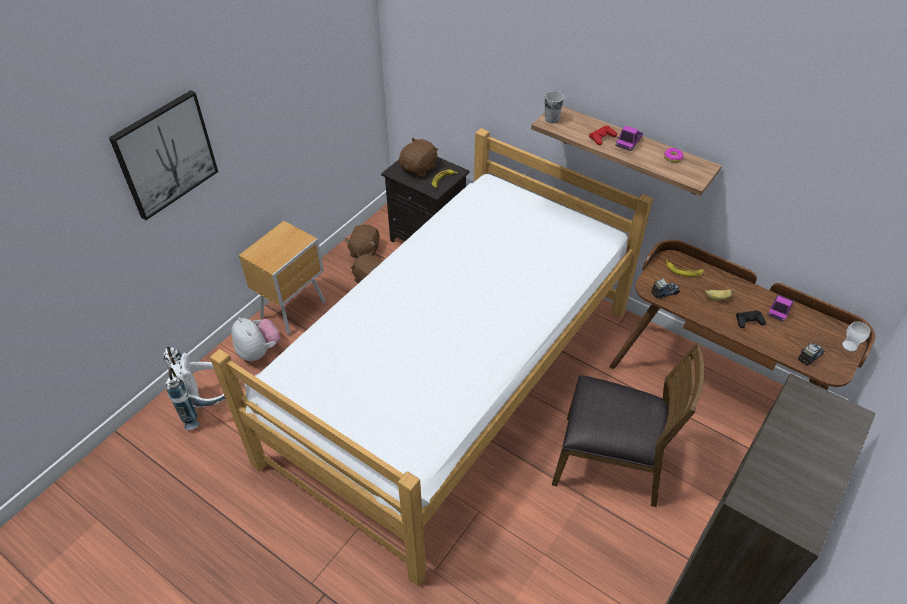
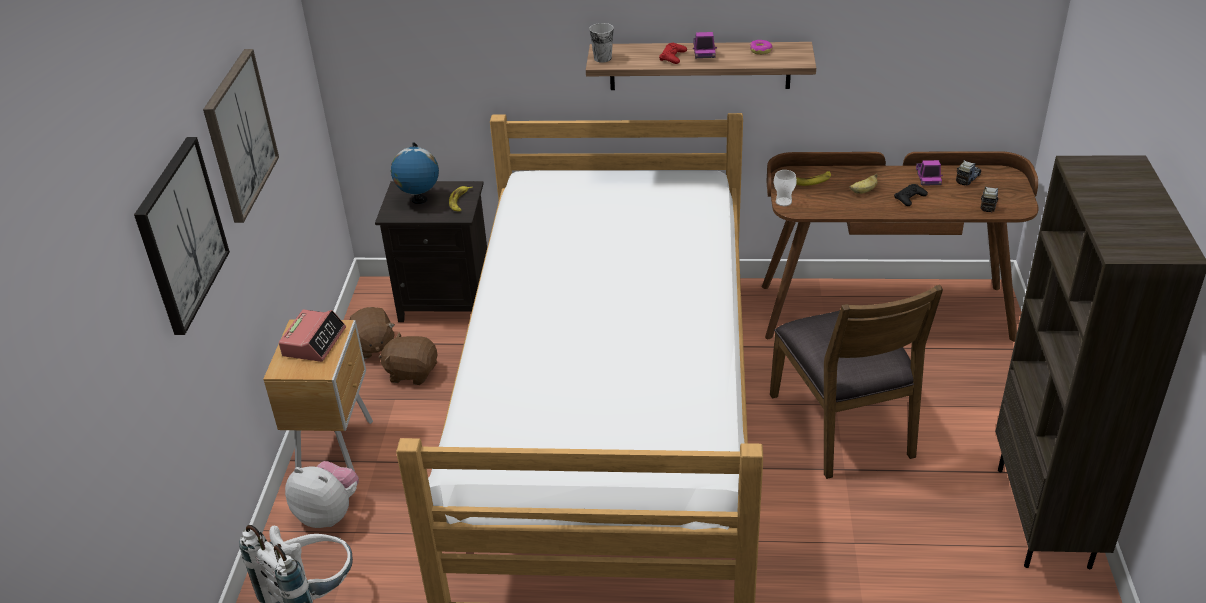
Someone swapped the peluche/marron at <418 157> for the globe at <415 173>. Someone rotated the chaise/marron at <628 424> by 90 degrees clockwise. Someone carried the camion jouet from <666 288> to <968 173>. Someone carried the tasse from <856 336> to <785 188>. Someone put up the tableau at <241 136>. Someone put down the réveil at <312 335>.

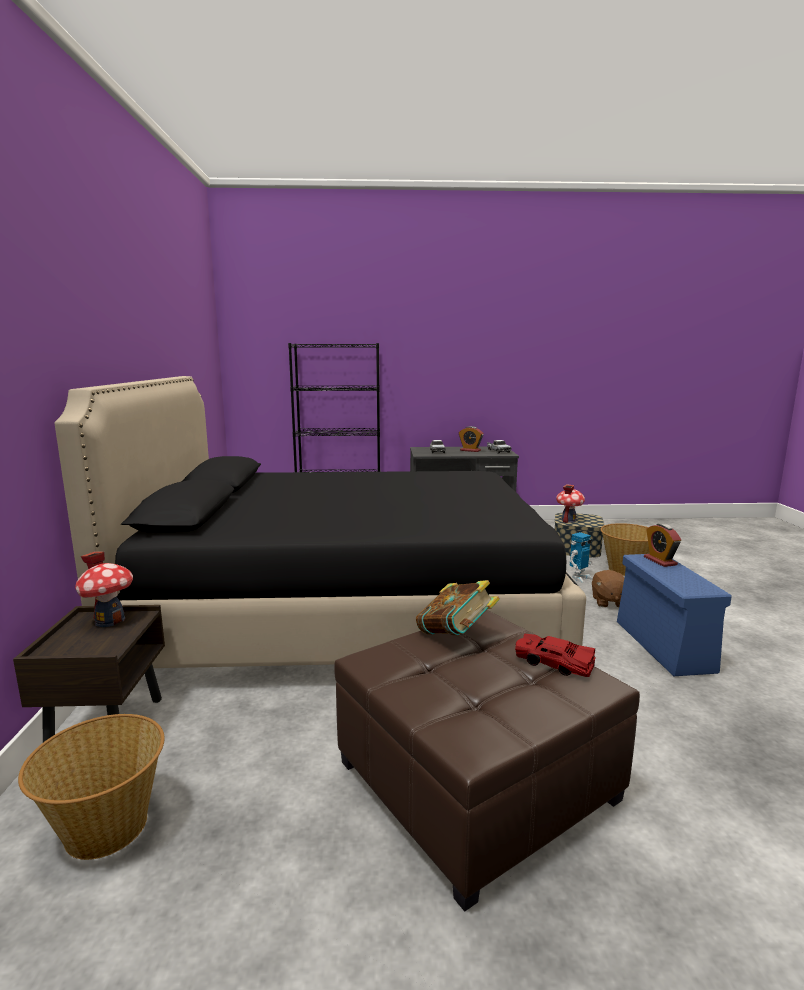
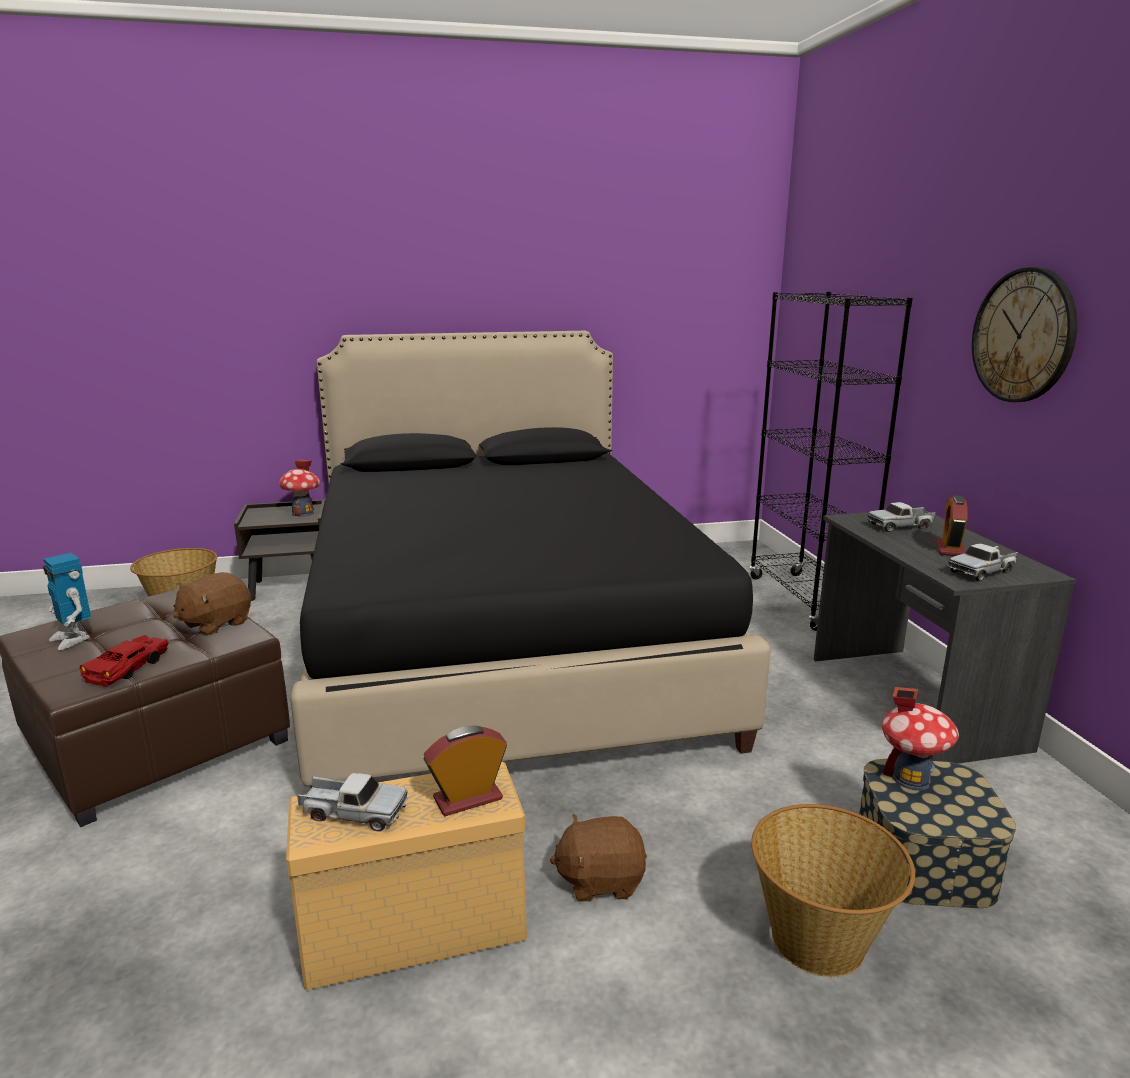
Someone swapped the livre at <458 607> for the peluche/marron at <212 604>. Someone carried the robot jouet from <581 557> to <67 601>. Someone repainted the boîte de rangement/bleu at <674 615>, which became the boîte de rangement/beige at <406 876>. Someone put down the camion jouet at <352 802>. Someone put up the horloge murale at <1024 334>.

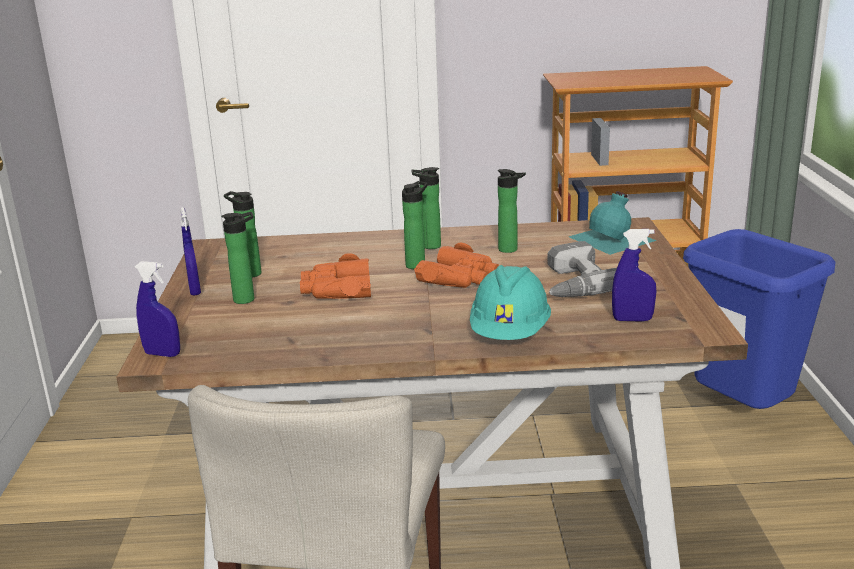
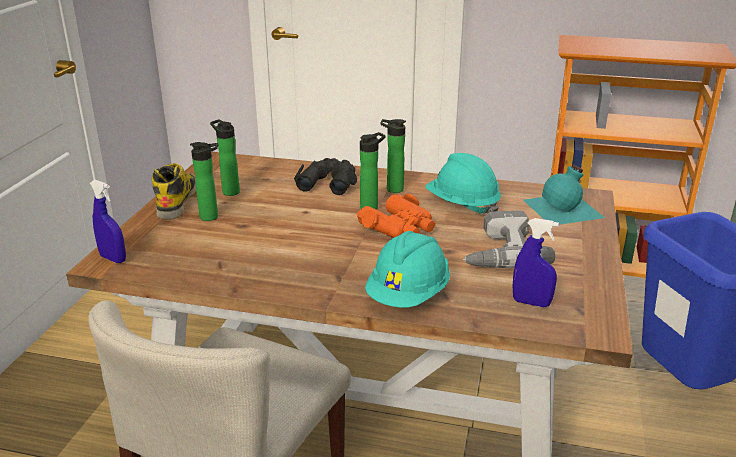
Someone swapped the vaporisateur/bleu at <190 251> for the botte at <174 191>. Someone took away the jumelles/orange at <335 276>. Someone swapped the bouteille at <512 211> for the casque de chantier/turquoise at <463 183>. Someone put down the jumelles/noir at <325 176>.

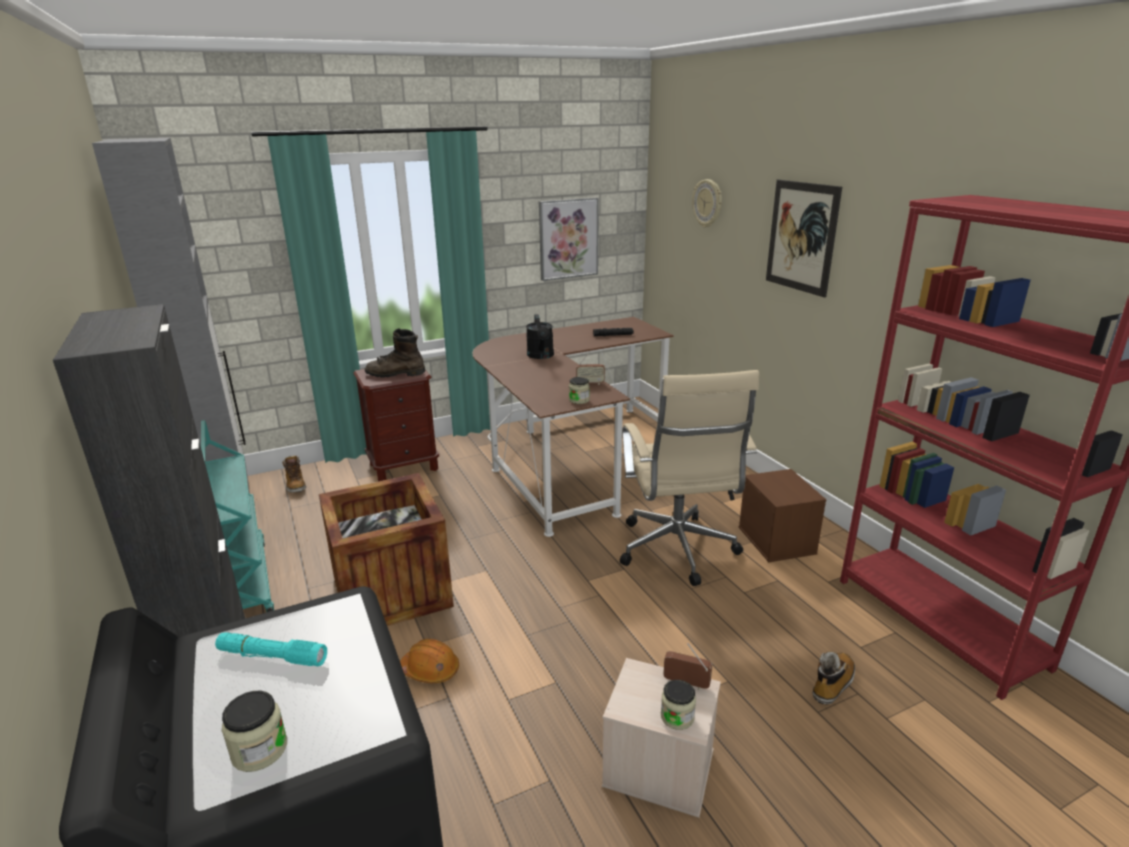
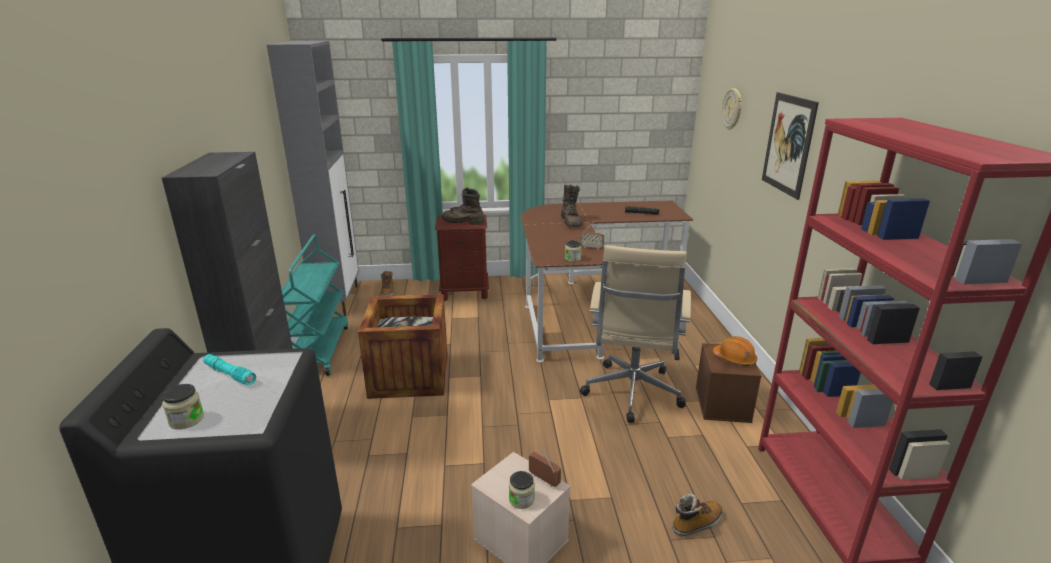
Someone carried the casque de chantier/orange from <429 661> to <735 351>. Someone swapped the arrosoir/noir at <540 336> for the botte/marron at <571 205>. Someone took away the tableau at <569 239>.

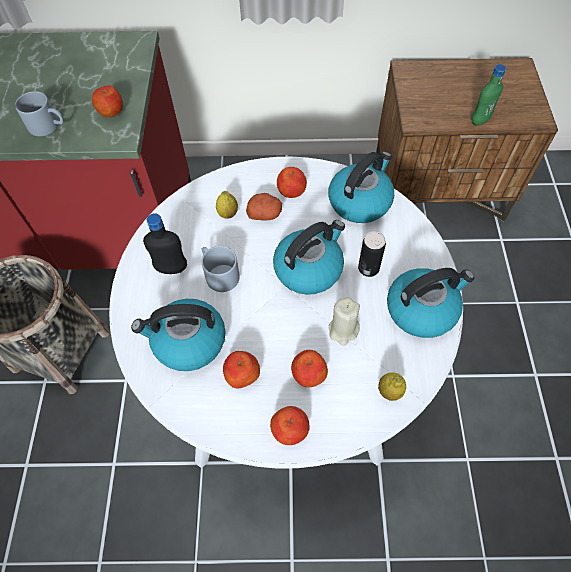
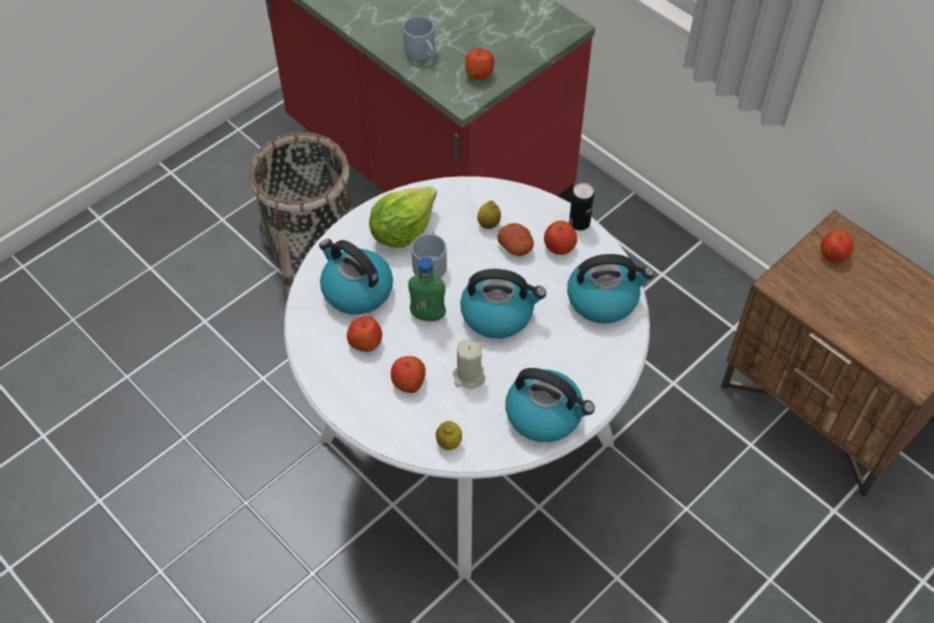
Someone swapped the bouteille/noir at <165 243> for the laitue at <403 216>. Someone carried the pomme from <290 425> to <837 246>. Someone carried the boîte métallique from <372 254> to <581 207>. Someone carried the bouteille/vert from <488 95> to <427 289>.

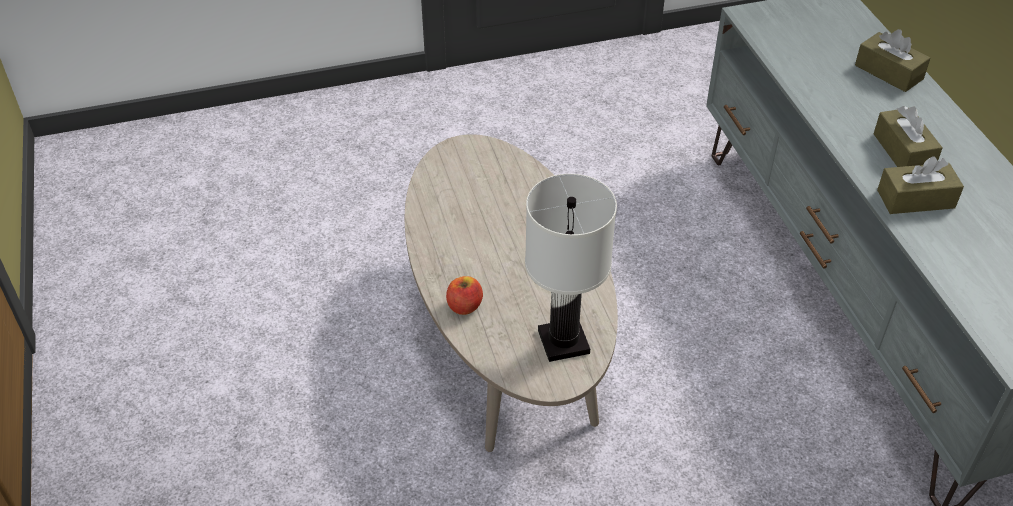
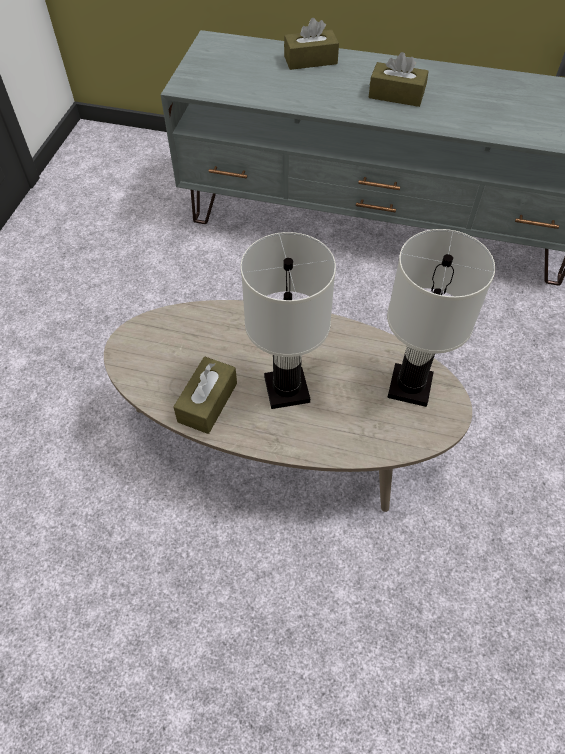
Someone took away the pomme at <464 295>. Someone carried the boîte à mouchoirs/marron from <920 185> to <205 395>. Someone put down the lampe de table/blanc at <288 320>.

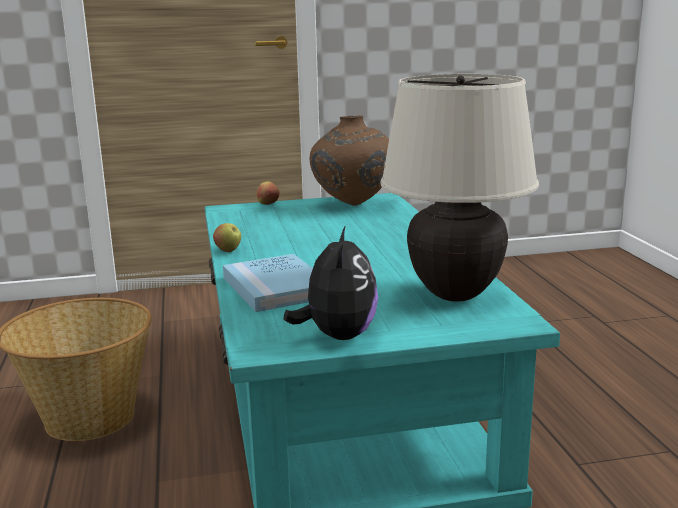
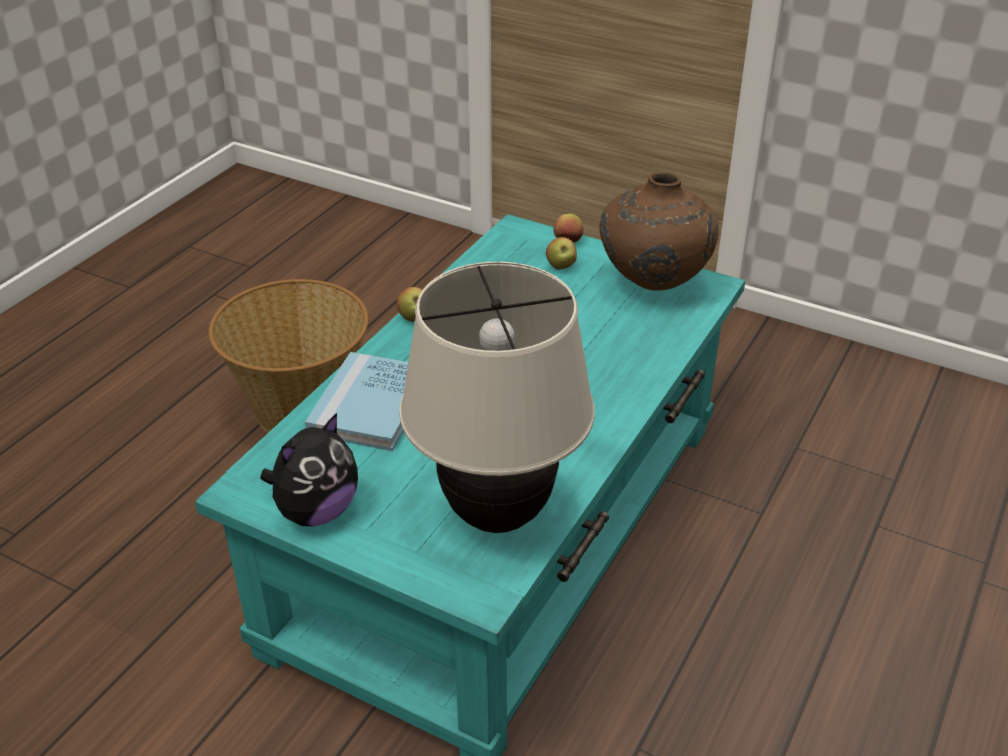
Someone put down the pomme at <561 253>.

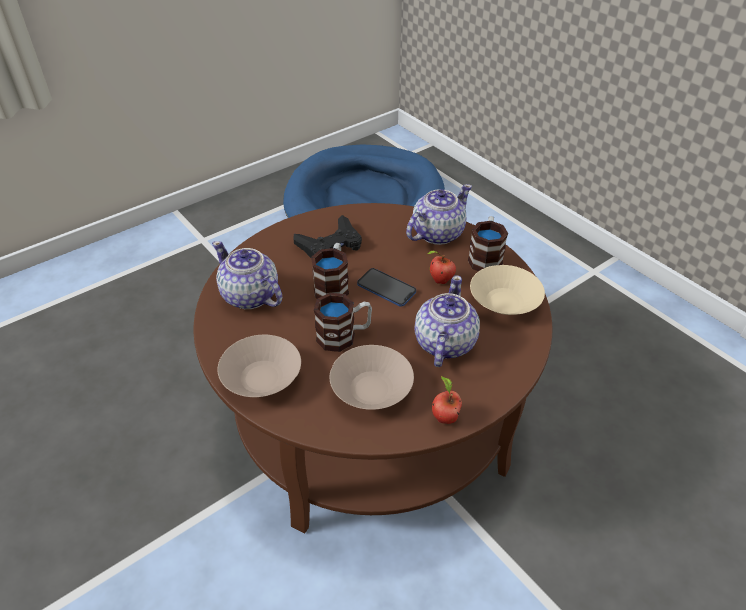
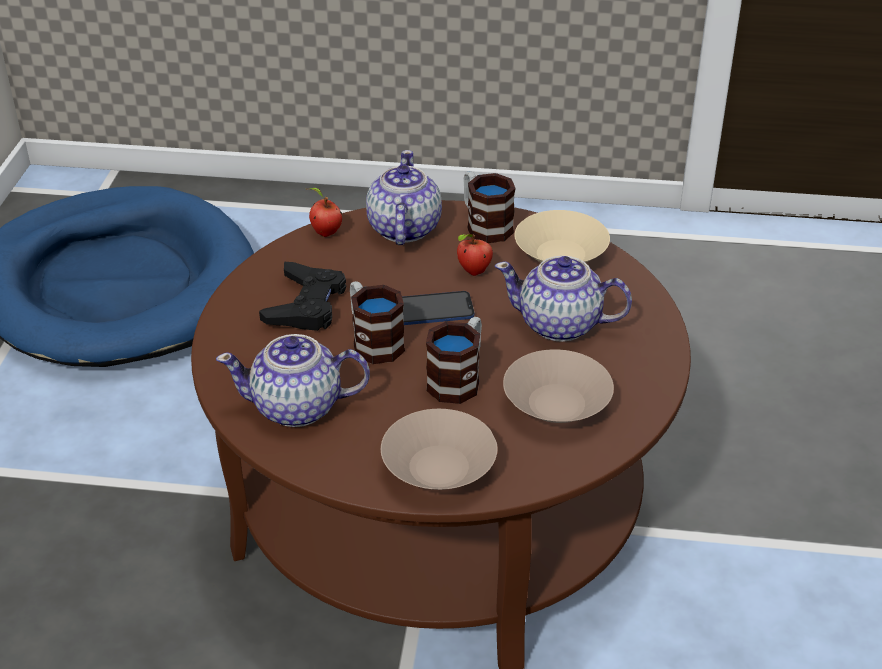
Someone rotated the théière at <447 321> by 45 degrees counterclockwise. Someone carried the pomme from <447 400> to <325 212>.

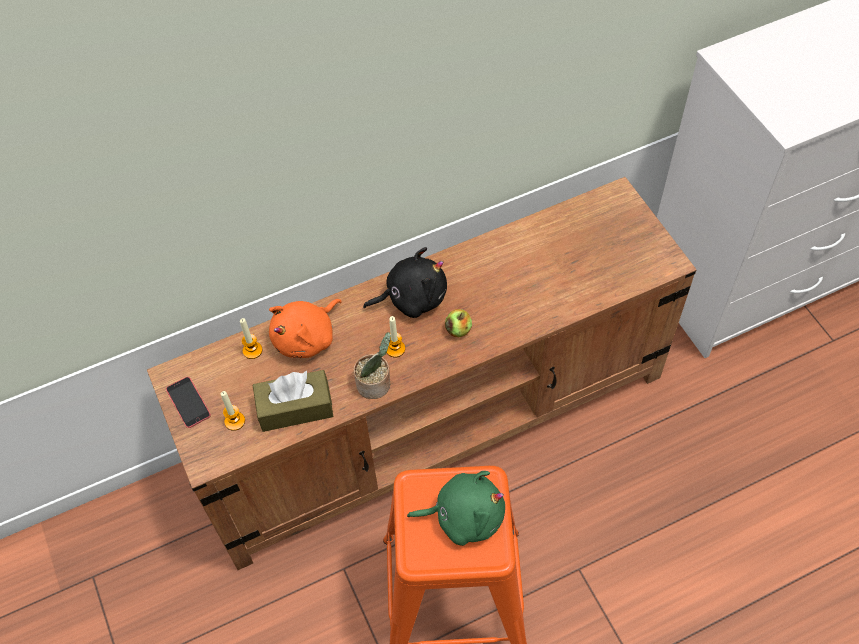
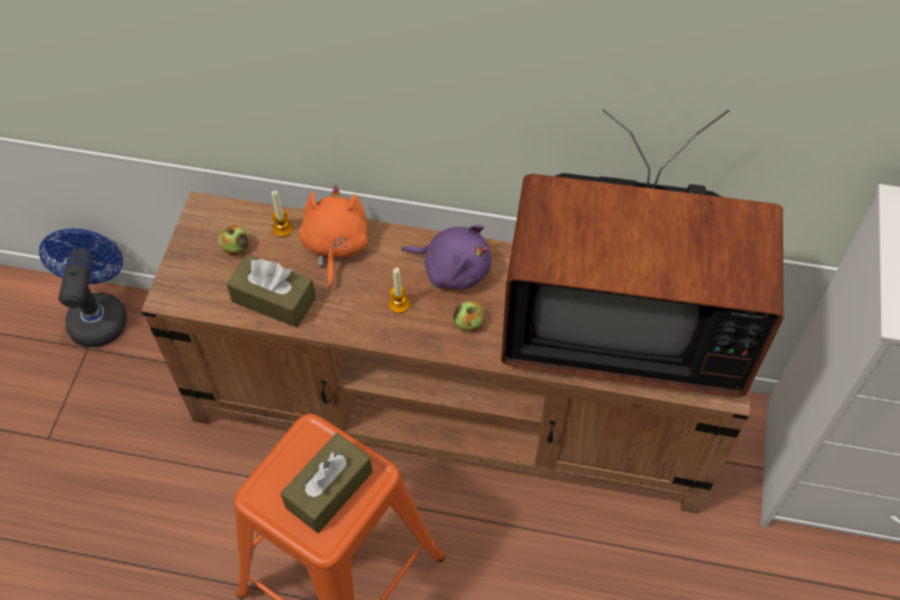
Someone took away the téléphone at <188 402>. Someone took away the bougie at <233 411>. Someone rotated the peluche/orange at <305 328> by 105 degrees clockwise. Someone took away the plante en pot at <372 365>. Someone repainted the peluche/noir at <405 282>, which became the peluche/violet at <446 257>. Someone swapped the peluche/vert at <456 508> for the boîte à mouchoirs/marron at <326 483>. Someone put down the ventilateur/bleu at <83 287>. Someone put down the pomme at <233 240>. Someone put down the téléviseur at <642 253>.

